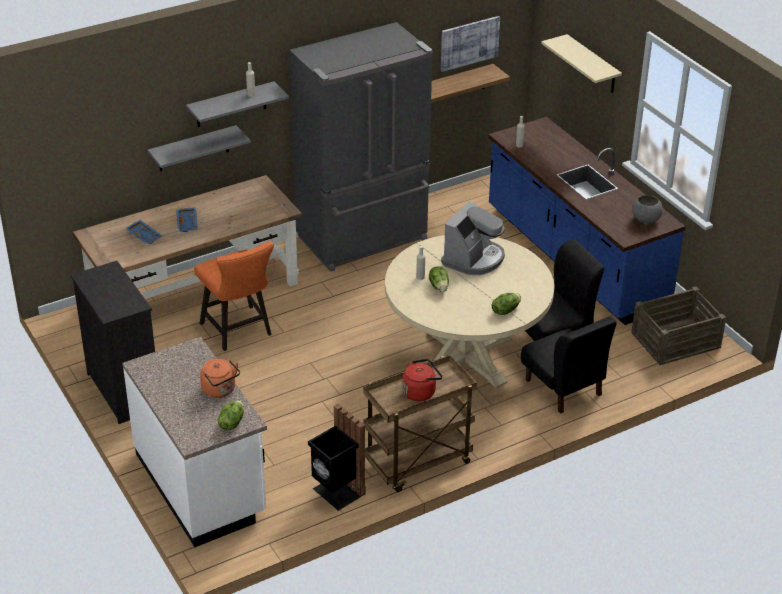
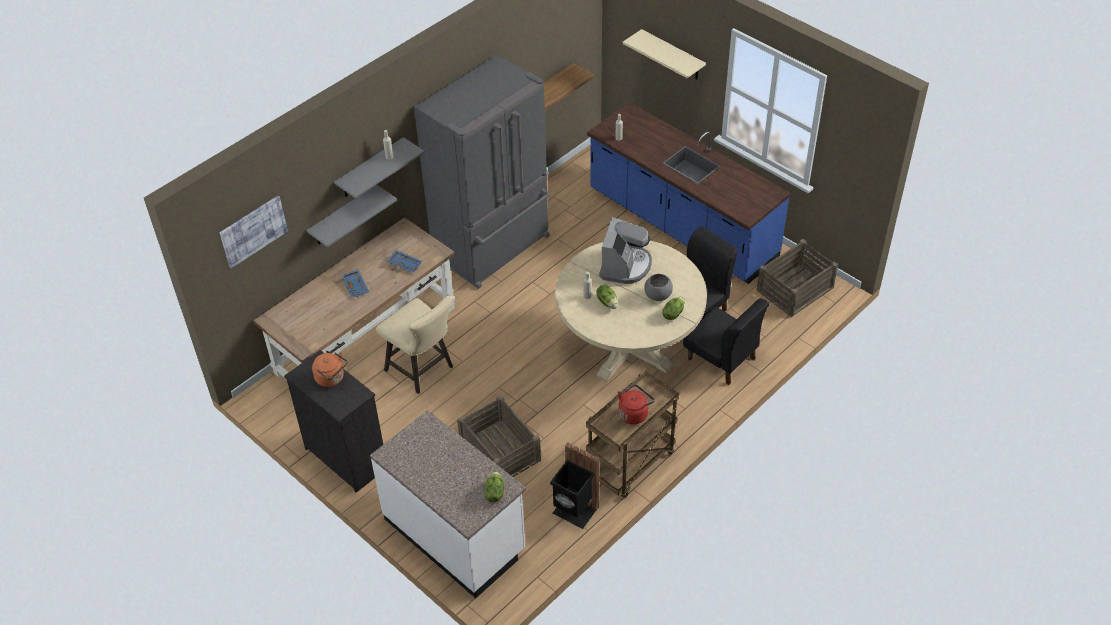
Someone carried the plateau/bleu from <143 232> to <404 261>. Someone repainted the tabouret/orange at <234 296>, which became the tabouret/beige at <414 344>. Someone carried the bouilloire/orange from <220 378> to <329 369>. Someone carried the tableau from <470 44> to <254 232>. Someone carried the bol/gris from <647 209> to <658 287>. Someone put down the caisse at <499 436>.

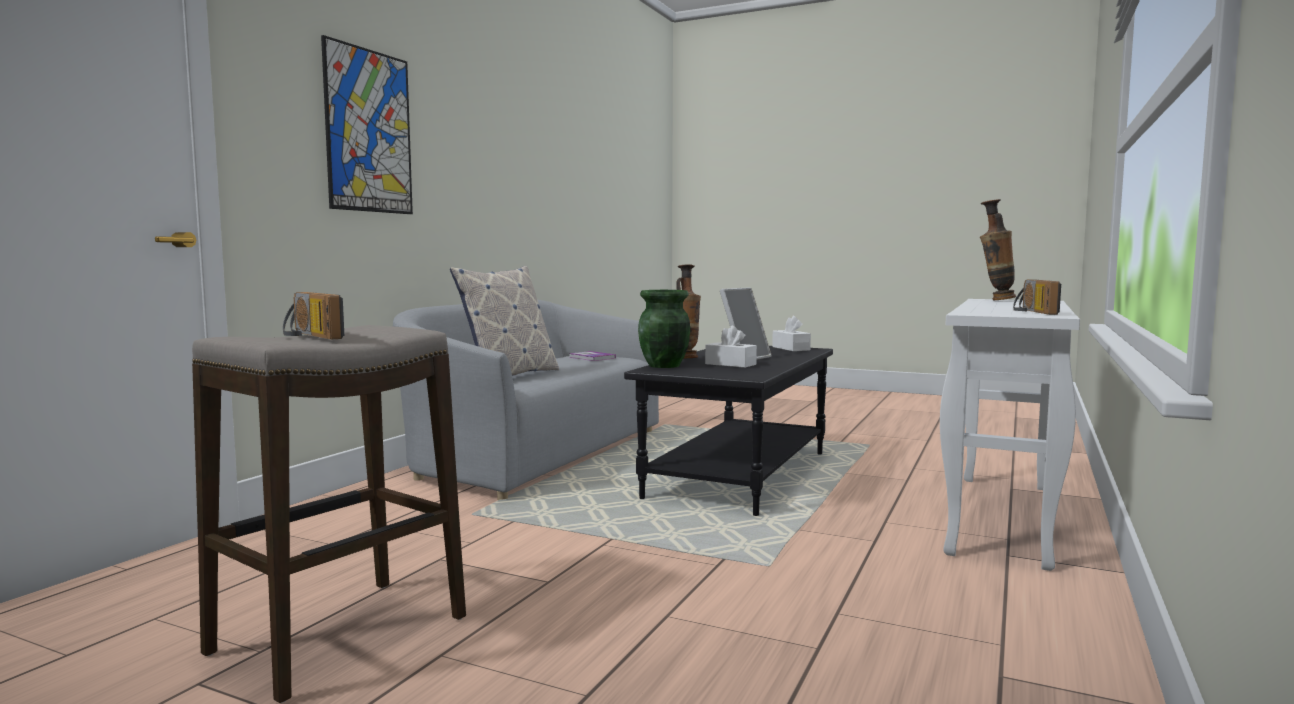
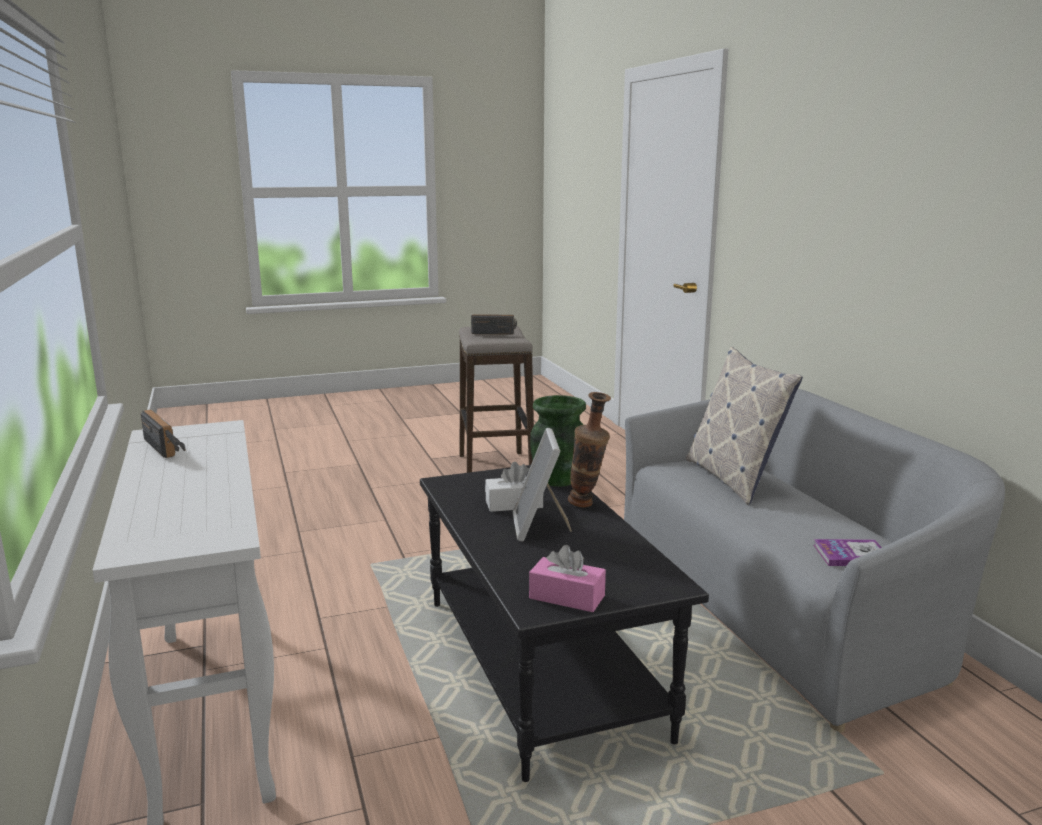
Someone took away the tableau at <367 124>. Someone repainted the boîte à mouchoirs/blanc at <791 333>, which became the boîte à mouchoirs/rose at <567 578>. Someone took away the vase at <998 249>.

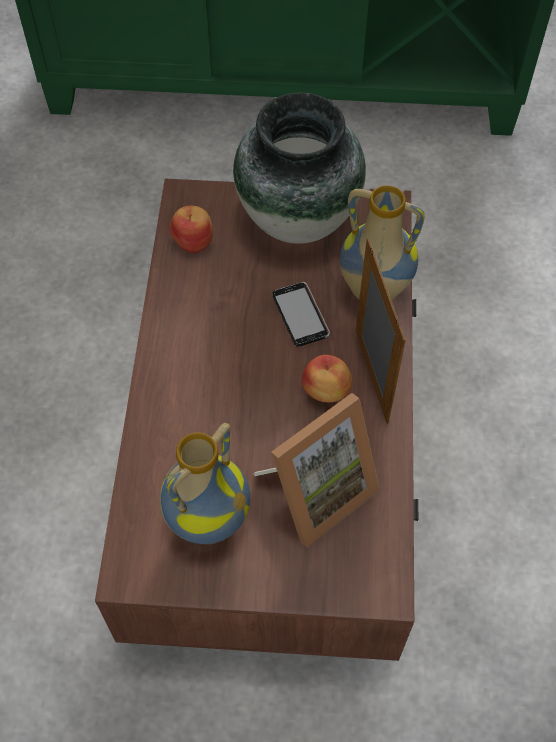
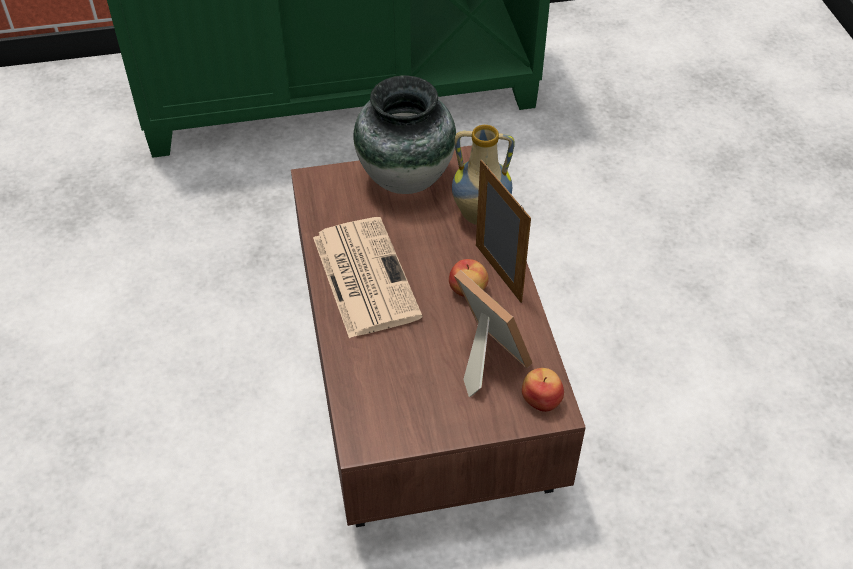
Someone took away the vase at <204 483>. Someone carried the pomme from <191 229> to <543 390>. Someone rotated the cadre photo at <316 470> by 75 degrees counterclockwise. Someone took away the téléphone at <301 314>. Someone put down the journal at <367 277>.

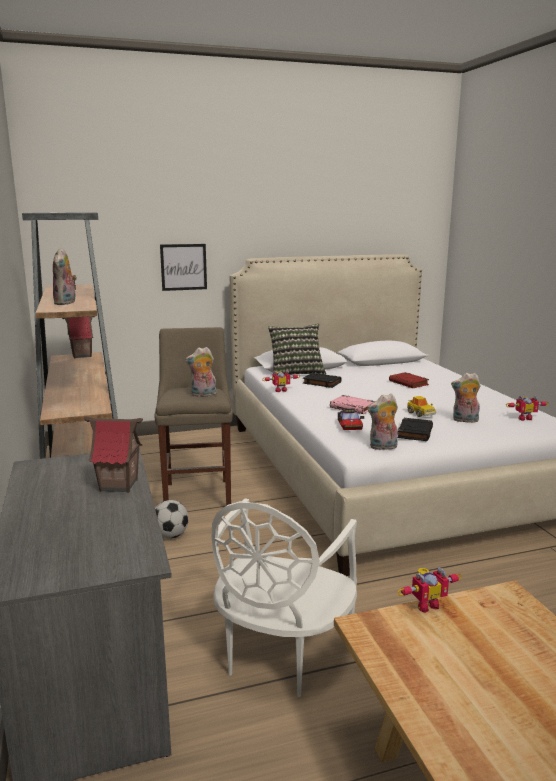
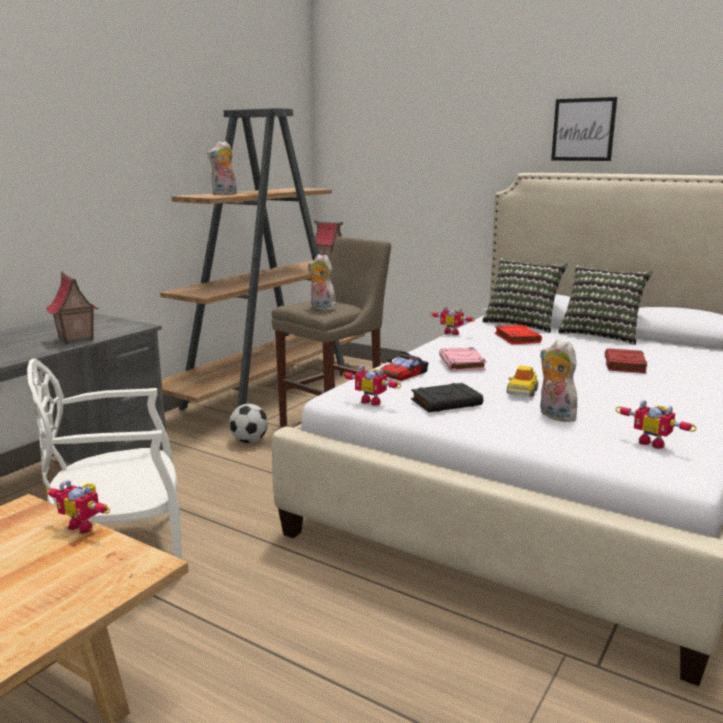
Someone carried the tableau from <183 267> to <584 129>. Someone repainted the livre/noir at <322 380>, which became the livre/rouge at <518 334>. Someone swapped the peluche at <382 422> for the robot jouet at <371 385>. Someone put down the coussin at <605 305>.

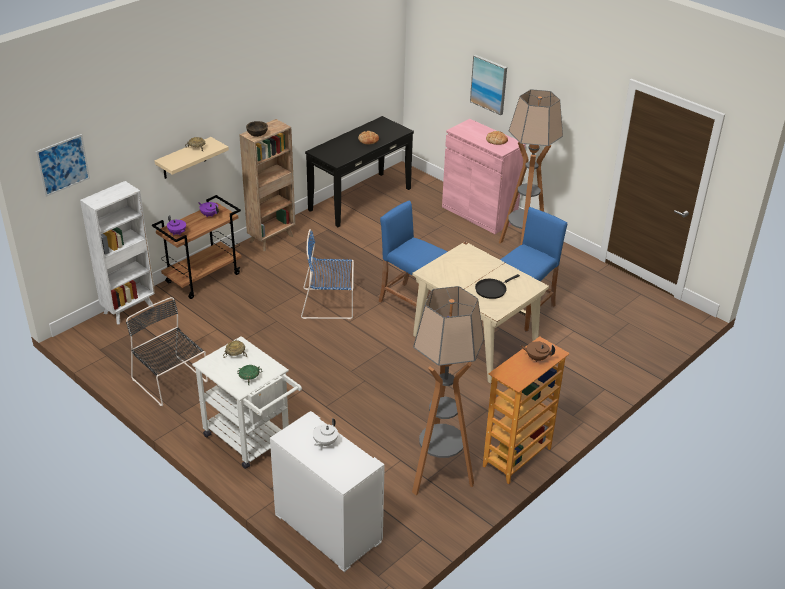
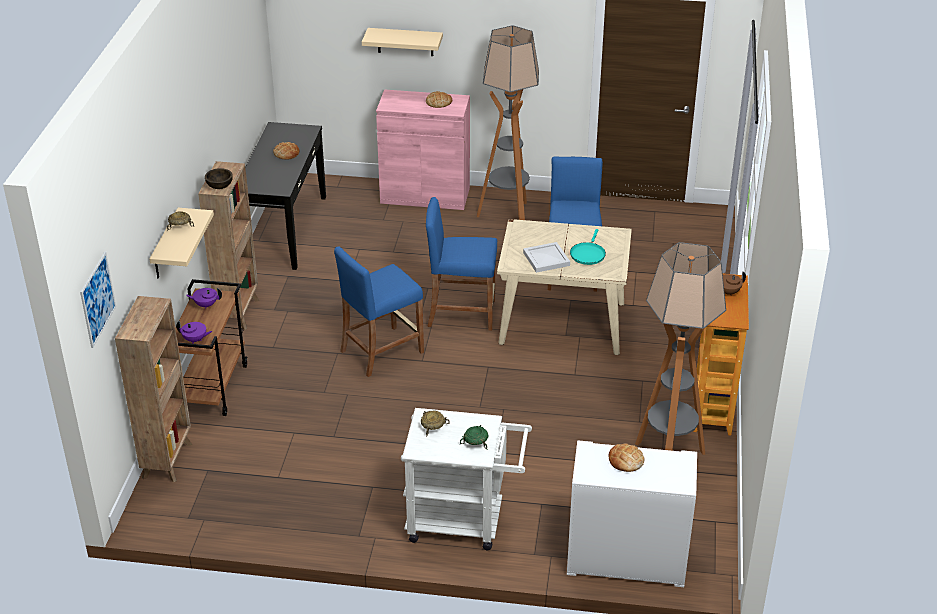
Someone repainted the bibliothèque/blanc at <117 252>, which became the bibliothèque/marron at <154 389>. Someone took away the chaise/noir at <167 351>. Someone swapped the chaise/bleu at <327 274> for the tabouret/bleu at <379 311>. Someone swapped the théière/blanc at <325 432> for the pain at <626 458>. Someone swapped the tableau at <488 85> for the étagère/beige at <402 42>. Someone repainted the poêle/noir at <497 286>, which became the poêle/turquoise at <588 247>. Someone put down the plateau/blanc at <546 257>.

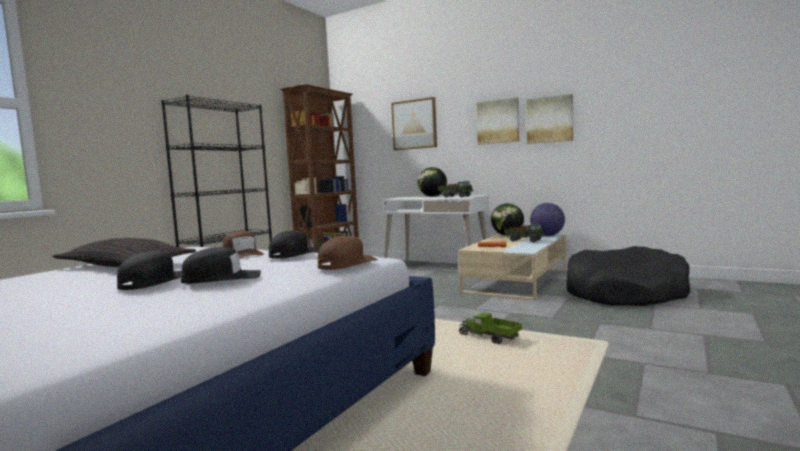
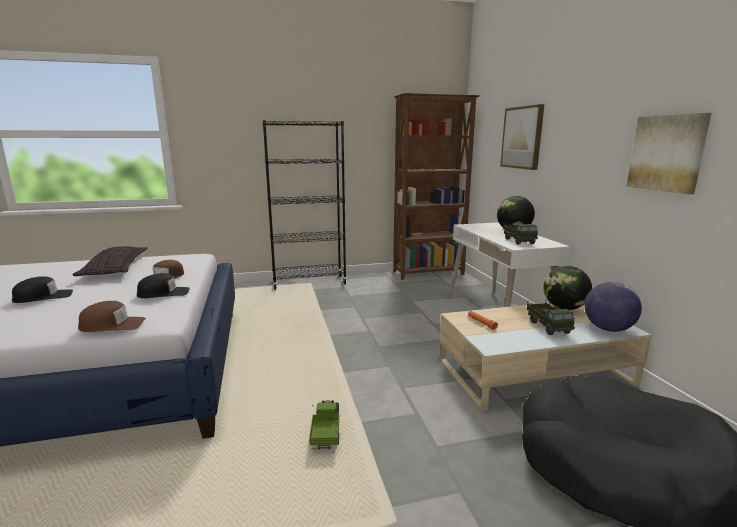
Someone took away the casquette/noir at <221 265>. Someone took away the tableau at <497 121>.

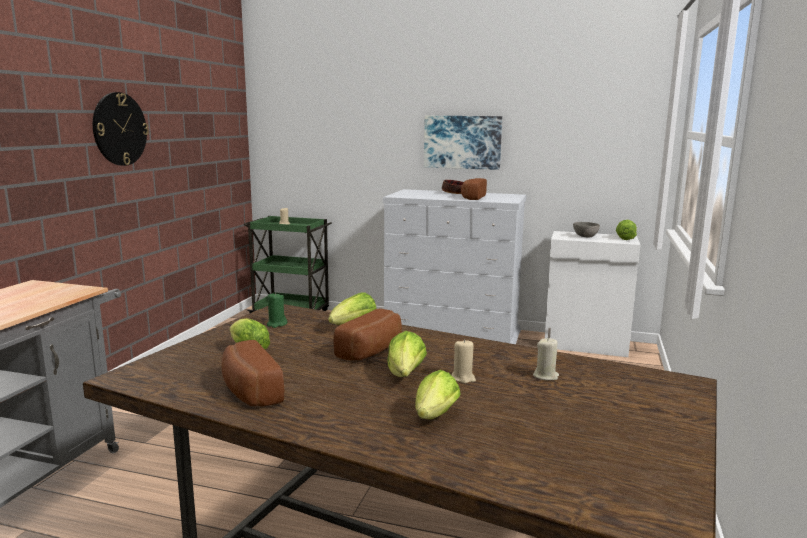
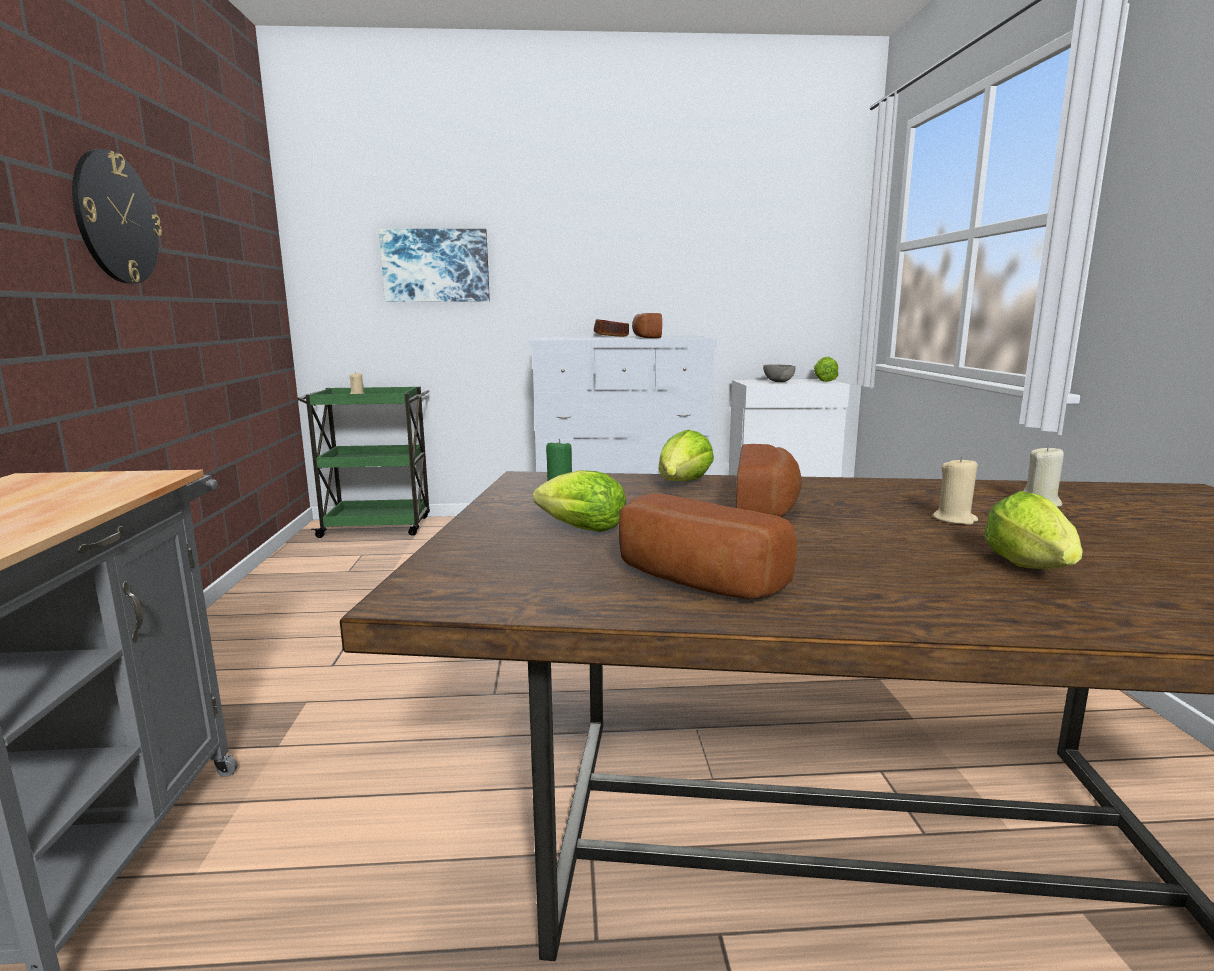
Someone took away the laitue at <407 354>. Someone carried the tableau from <463 143> to <434 265>.

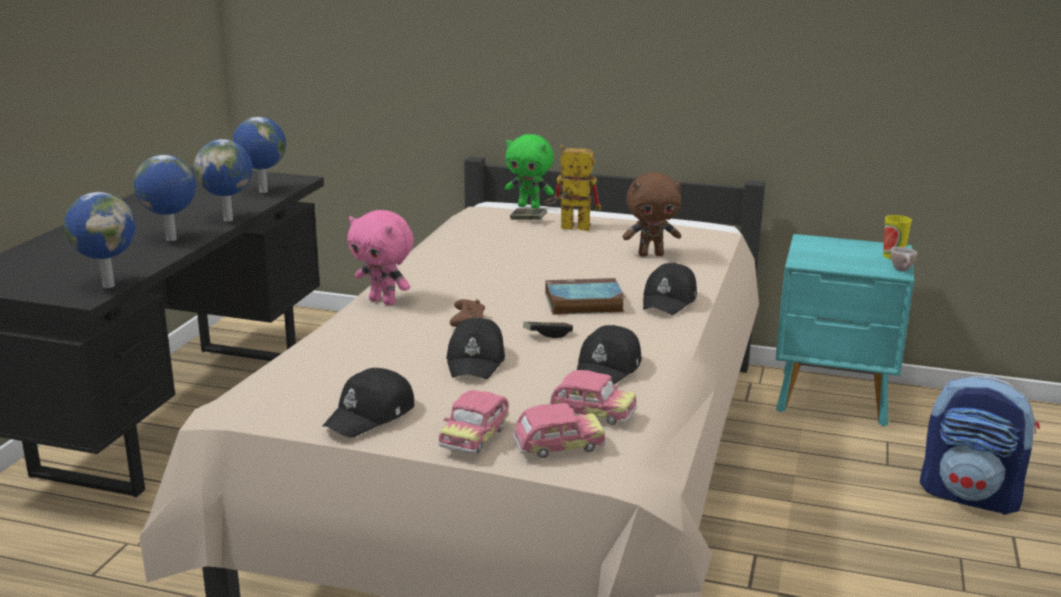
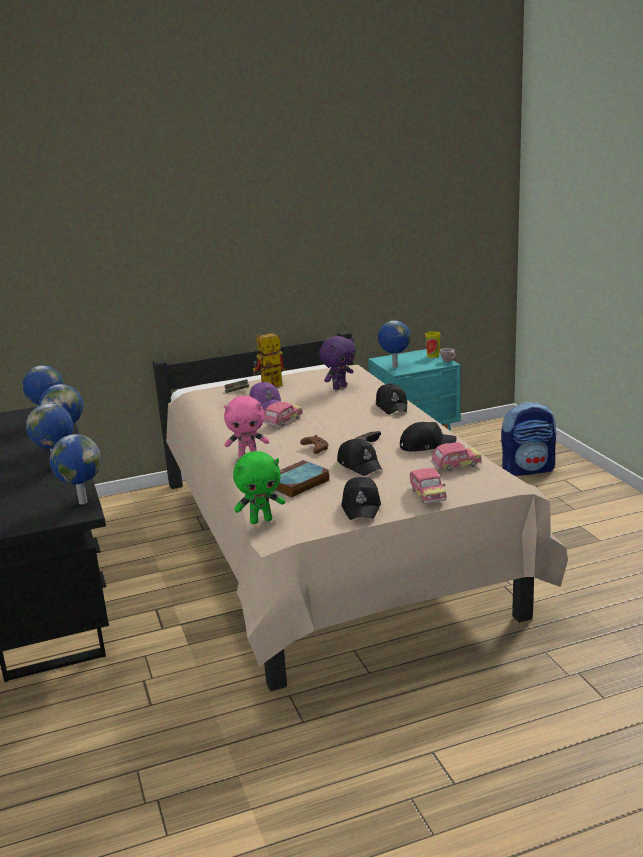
Someone carried the peluche/vert from <529 171> to <259 487>. Someone carried the petite voiture from <559 430> to <283 414>. Someone carried the livre from <585 296> to <302 479>. Someone rotated the casquette/noir at <609 354> by 90 degrees counterclockwise. Someone repainted the peluche/marron at <652 214>, which became the peluche/violet at <337 363>. Someone put down the casquette/violet at <265 397>. Someone put down the globe at <394 344>.

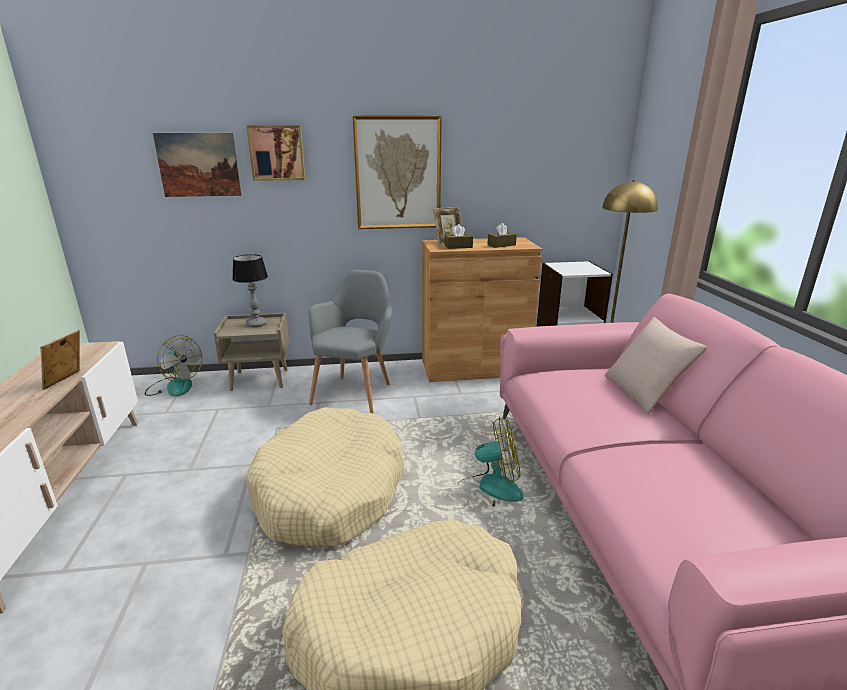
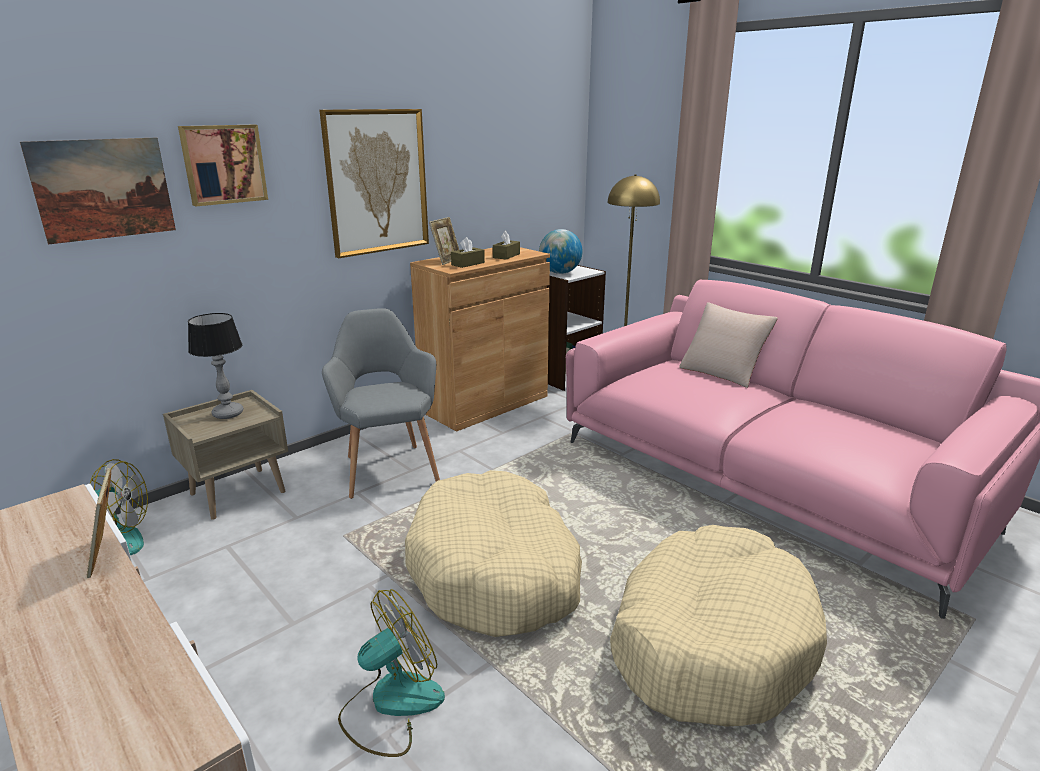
Someone carried the ventilateur from <490 462> to <391 673>. Someone put down the globe at <561 251>.

